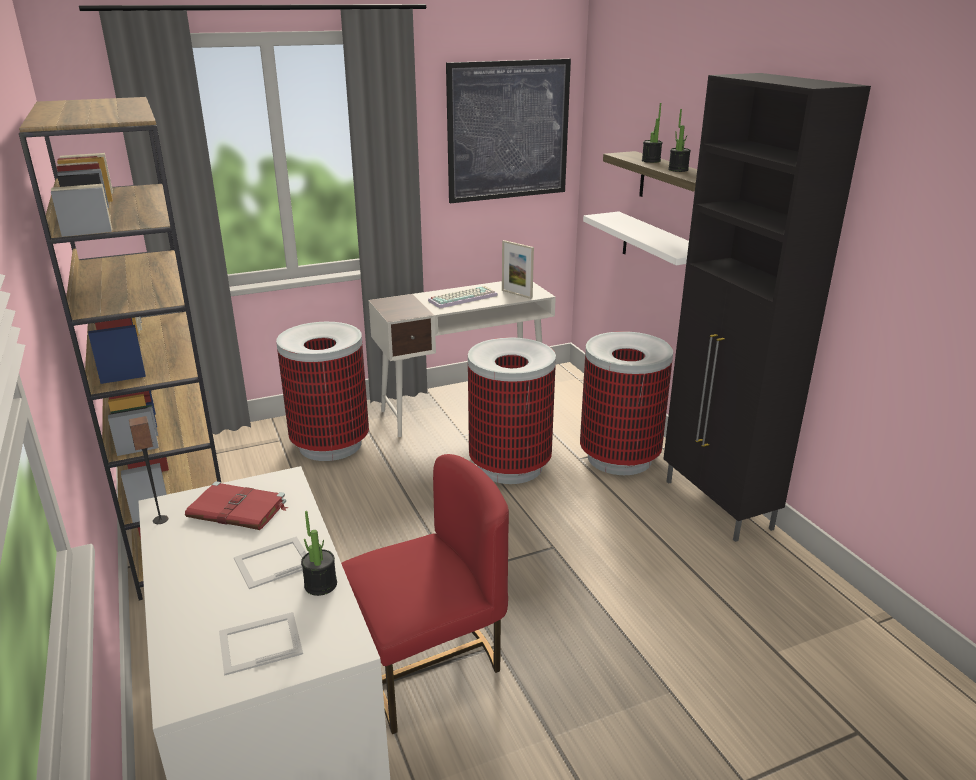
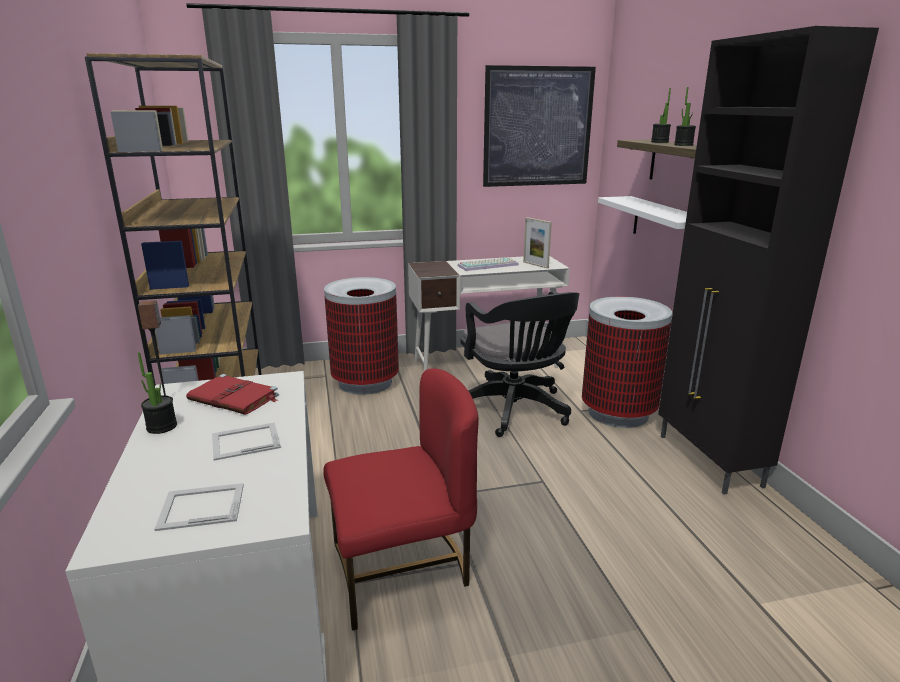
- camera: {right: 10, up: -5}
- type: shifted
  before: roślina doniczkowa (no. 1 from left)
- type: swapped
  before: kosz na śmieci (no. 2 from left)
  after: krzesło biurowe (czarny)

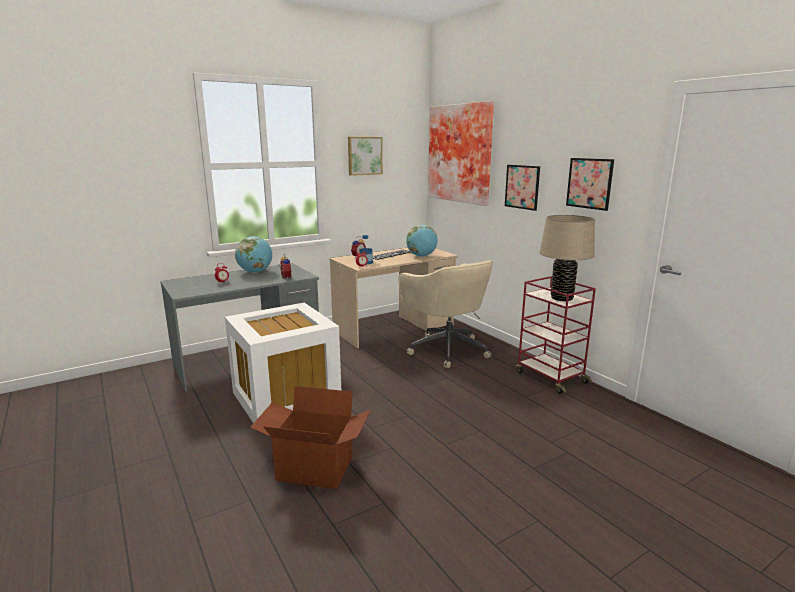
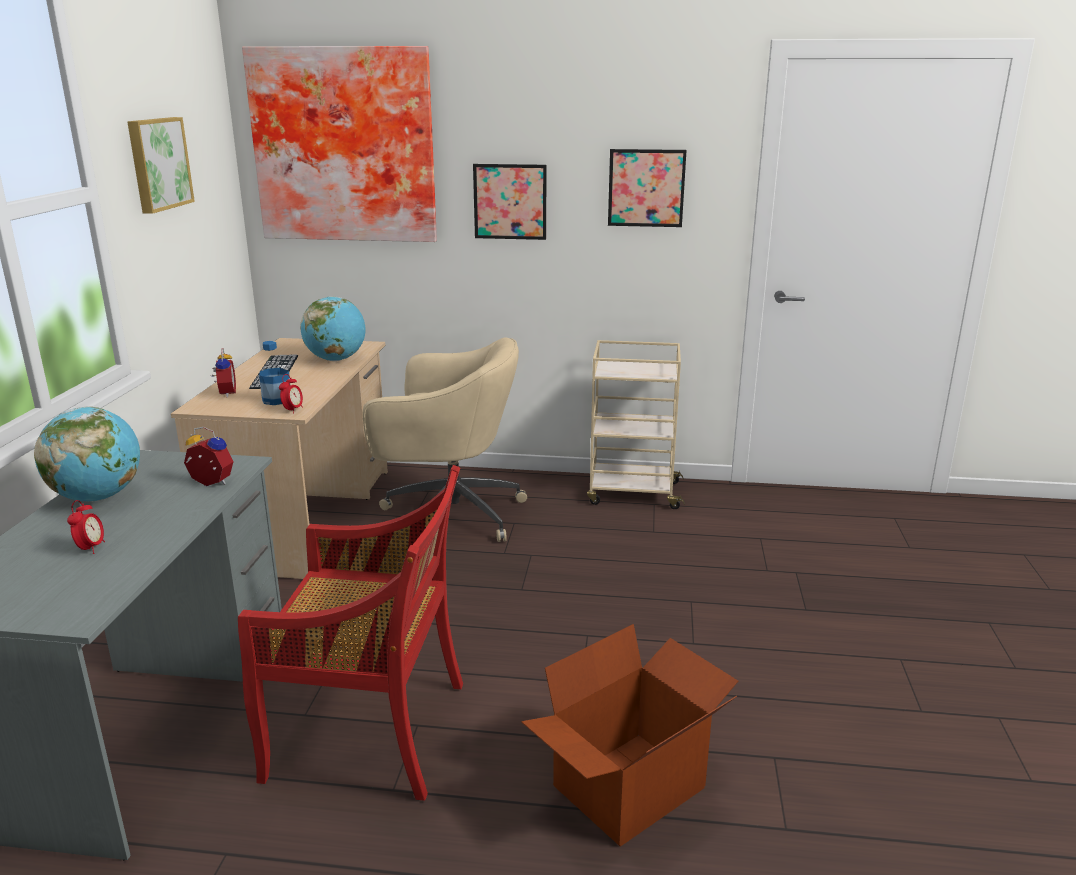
- camera: {right: -50, up: 5}
- type: swapped
  before: pojemnik do przechowywania (biały)
  after: krzesło (czerwony)
- type: repainted
  before: wózek (czerwony)
  after: wózek (beżowy)
- type: gone
  before: lampa stołowa (beżowy)

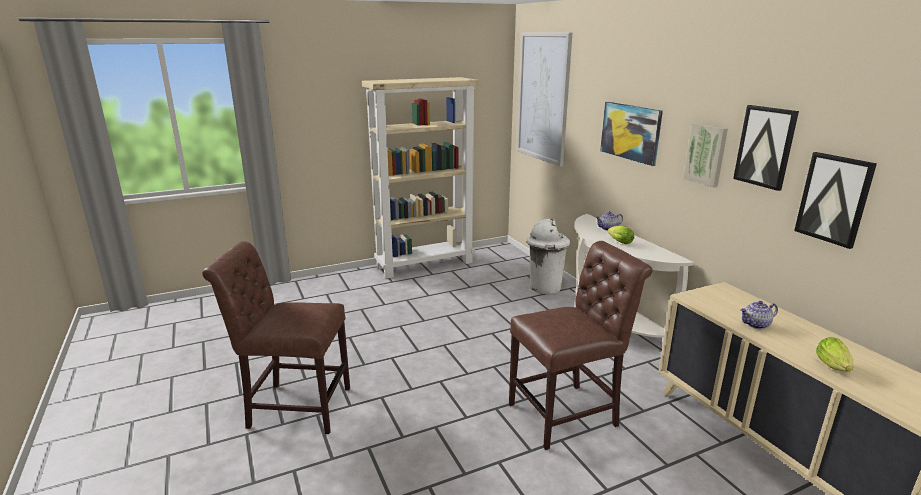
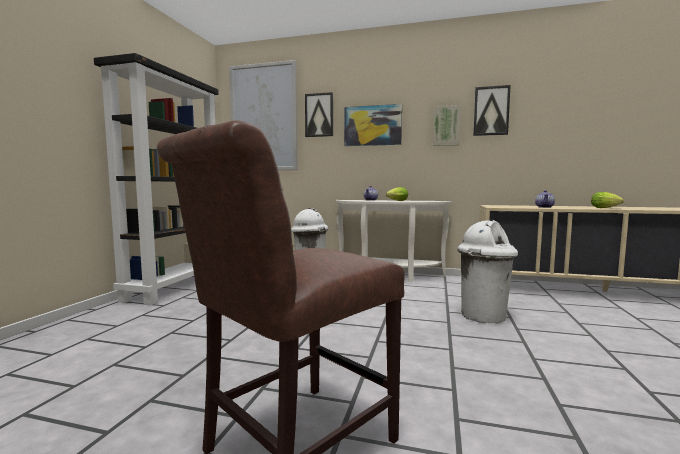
- camera: {right: -50, up: -15}
- type: repainted
  before: regał (beżowy)
  after: regał (czarny)
- type: shifted
  before: obraz (no. 5 from left in the first image)
  after: obraz (no. 2 from left)
- type: swapped
  before: krzesło (brązowy) (no. 2 from left)
  after: kosz na śmieci (biały) (no. 2 from left)

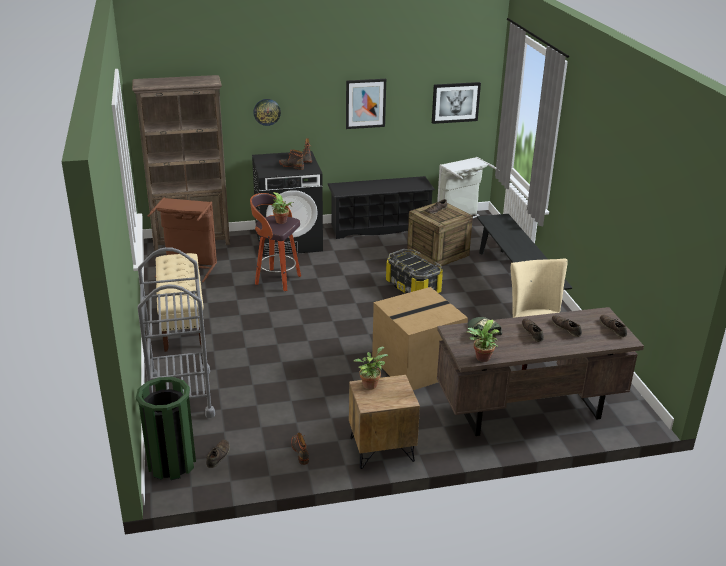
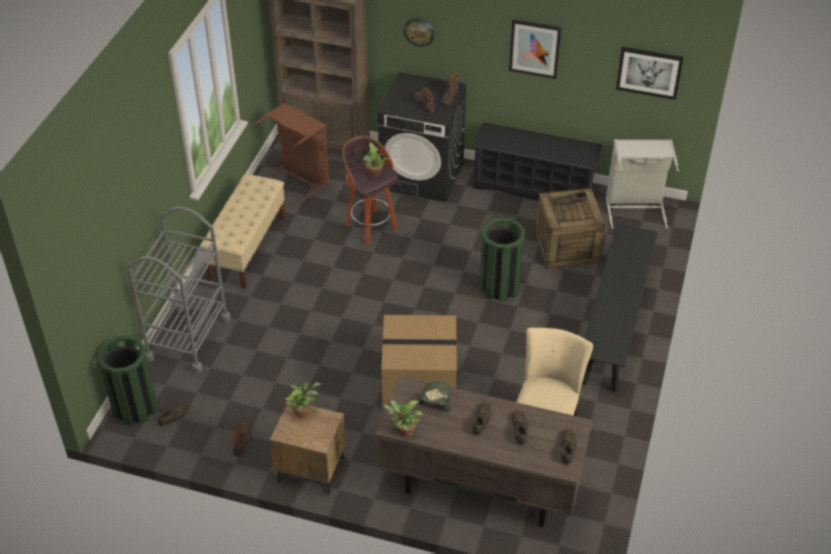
- camera: {right: 30, up: 15}
- type: swapped
  before: pojemnik do przechowywania
  after: kosz na śmieci (zielony) (no. 2 from left)

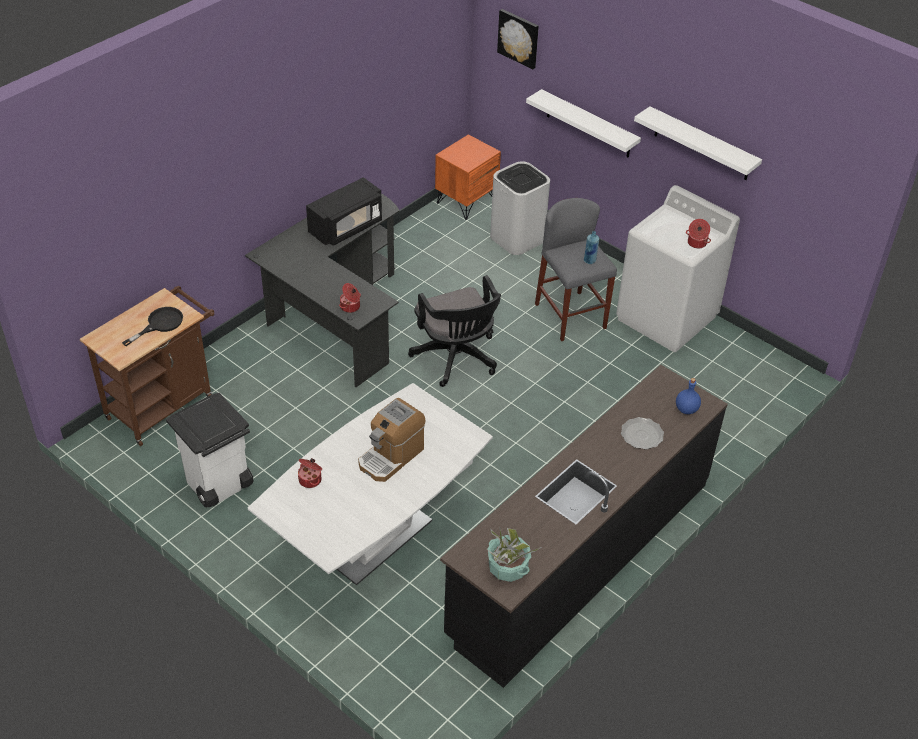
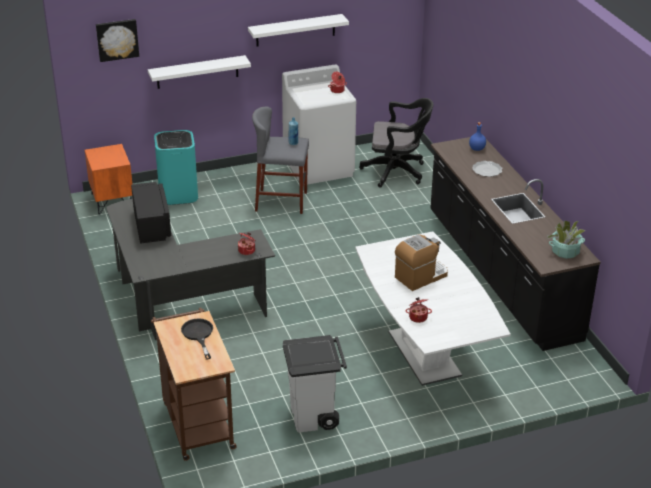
- camera: {right: -60, up: -10}
- type: repainted
  before: kosz na śmieci (biały) (no. 2 from left)
  after: kosz na śmieci (turkusowy)
- type: shifted
  before: krzesło biurowe (czarny)
- type: rotated
  before: ekspres do kawy
  turn: -105

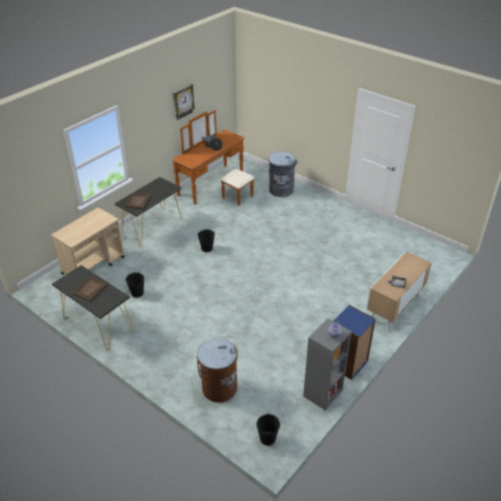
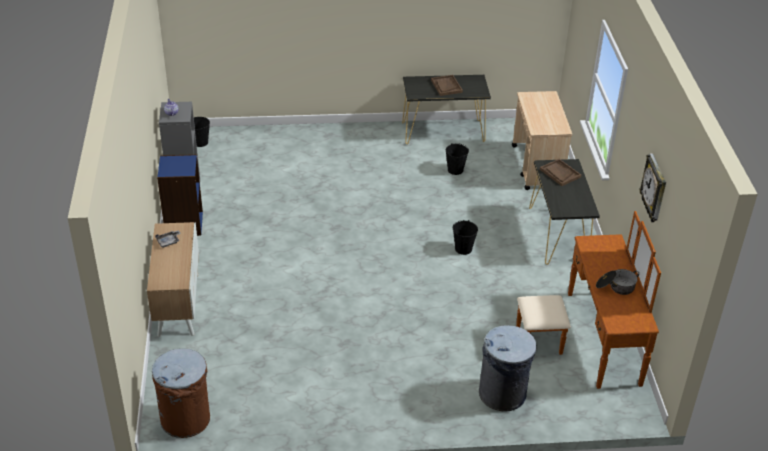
- camera: {right: 135, up: 0}
- type: shifted
  before: kosz na śmieci (brązowy)

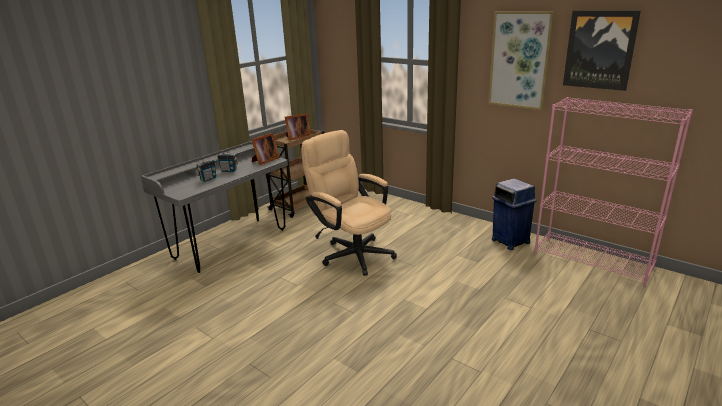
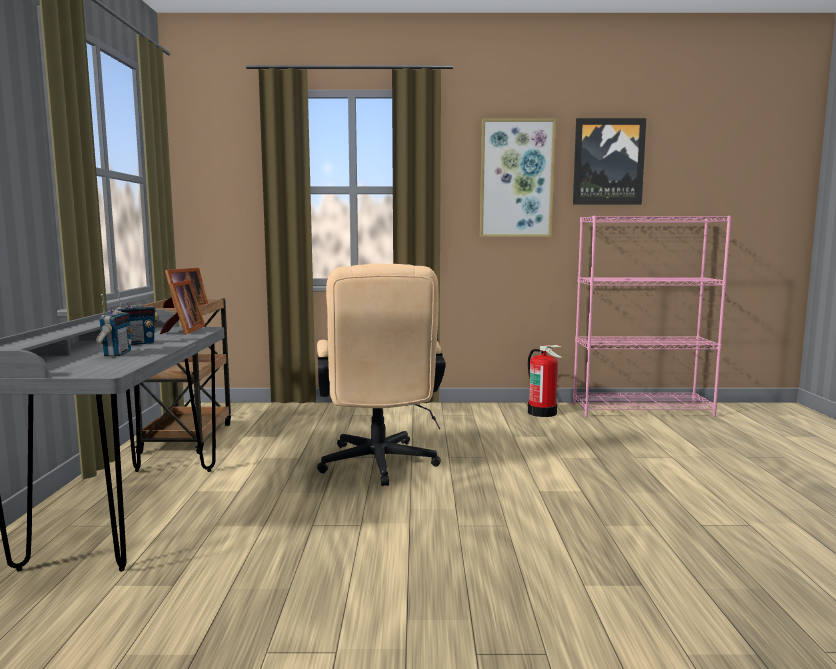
- camera: {right: -40, up: -15}
- type: rotated
  before: krzesło biurowe (beżowy)
  turn: -105
- type: swapped
  before: kosz na śmieci (niebieski)
  after: gaśnica

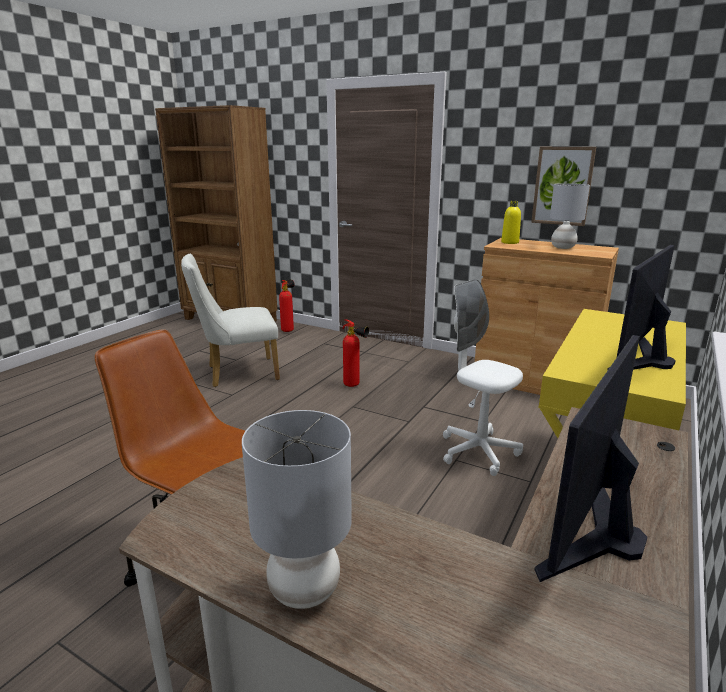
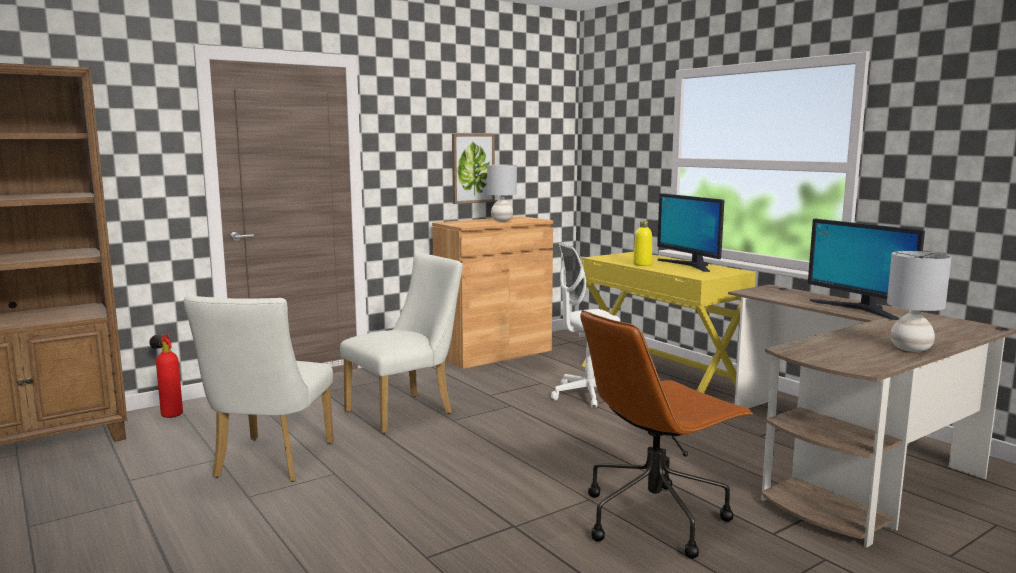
- camera: {right: -65, up: -10}
- type: swapped
  before: gaśnica (no. 2 from left)
  after: krzesło (biały) (no. 2 from left)
- type: shifted
  before: butelka (żółty)

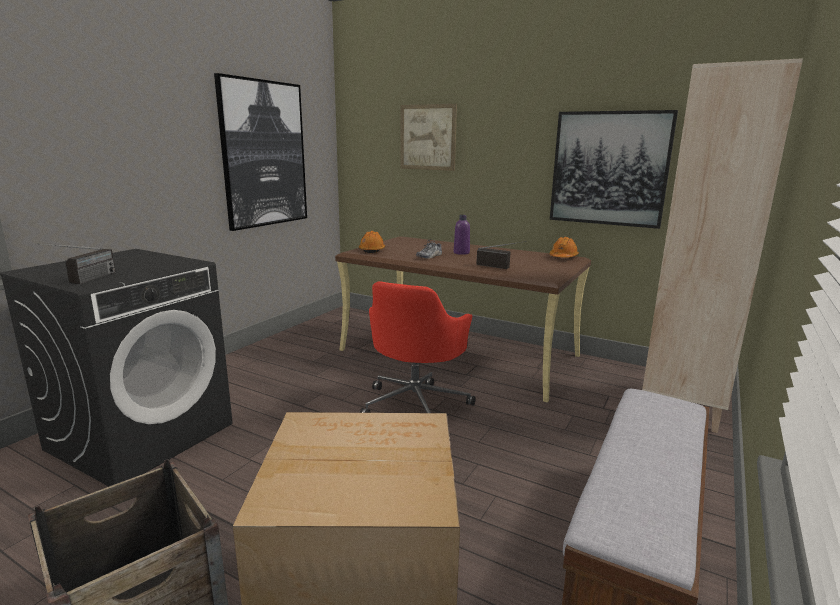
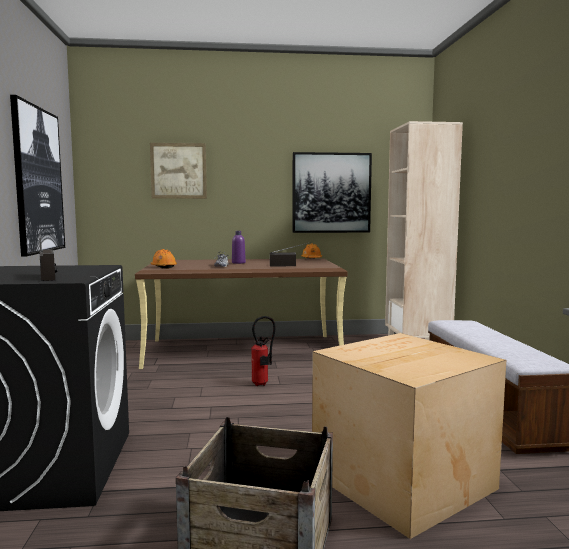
- camera: {right: -35, up: -10}
- type: swapped
  before: krzesło biurowe (czerwony)
  after: gaśnica

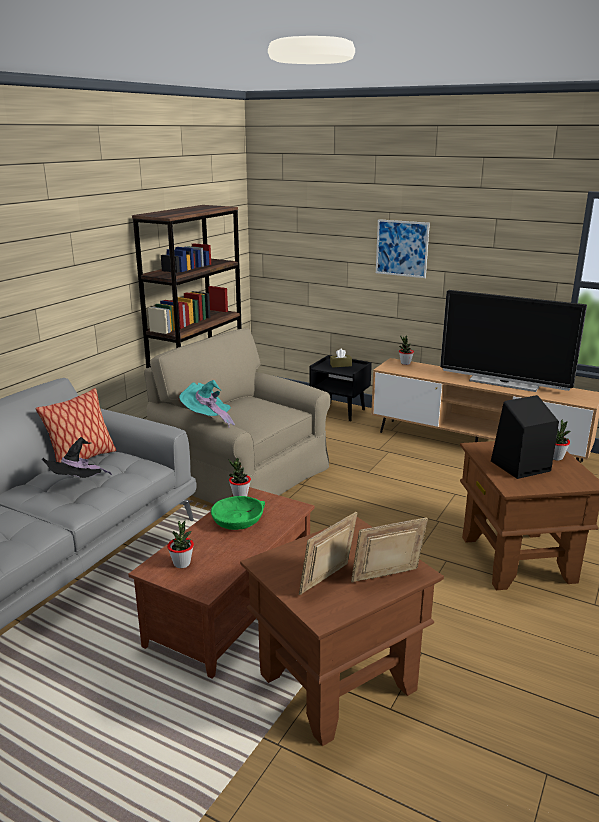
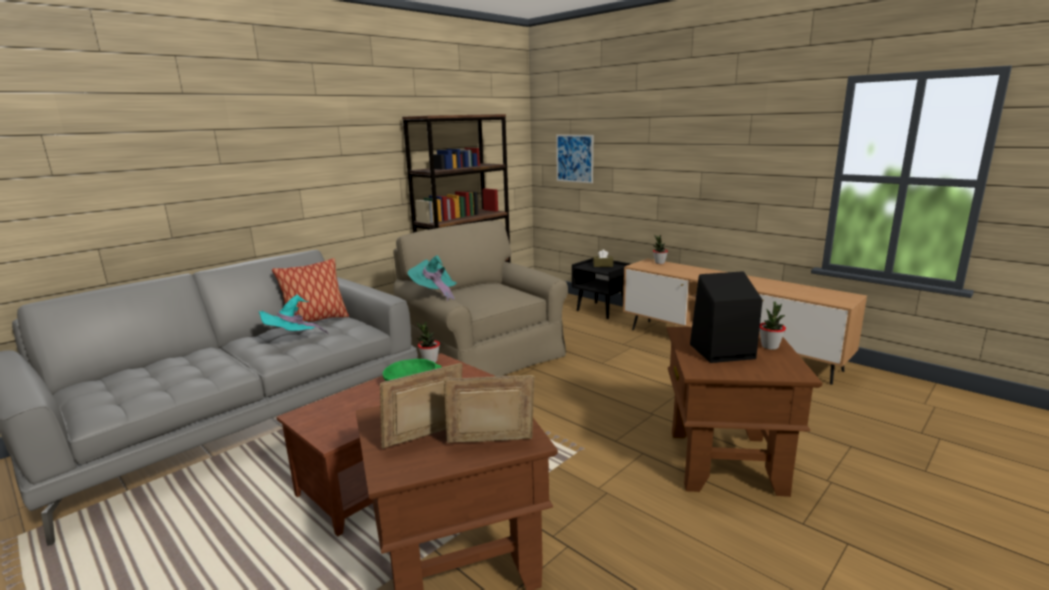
- camera: {right: 15, up: -5}
- type: repainted
  before: kapelusz (czarny)
  after: kapelusz (turkusowy) (no. 1 from left)
- type: shifted
  before: obraz
- type: gone
  before: roślina doniczkowa (no. 1 from left)
- type: gone
  before: telewizor

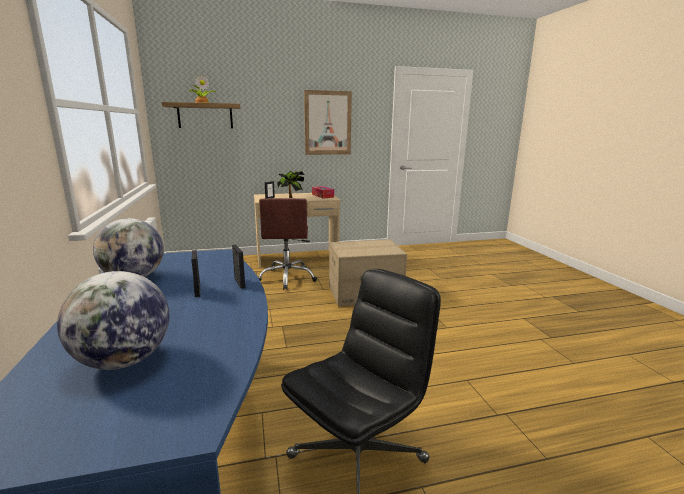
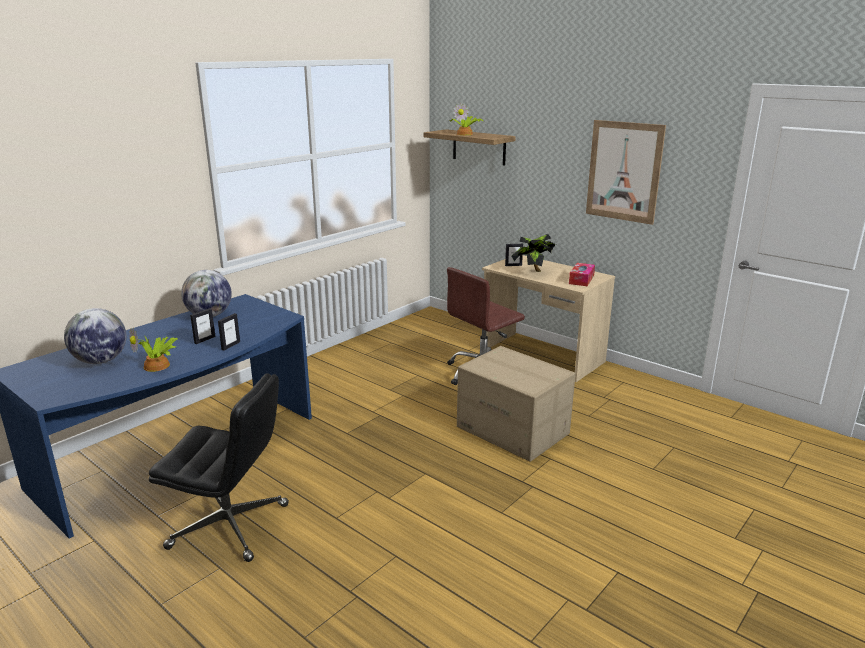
- camera: {right: 55, up: 5}
- type: new
  after: roślina doniczkowa (no. 1 from left)

